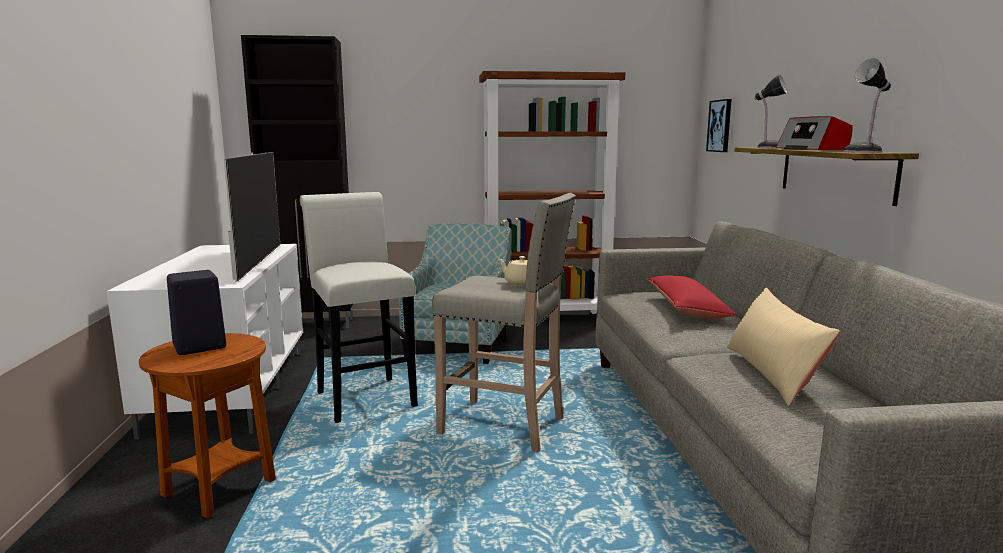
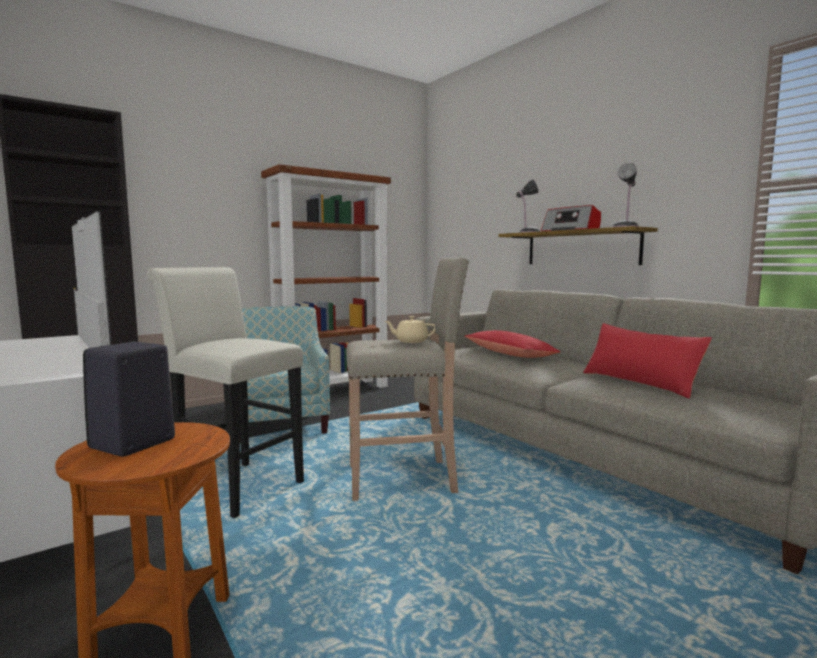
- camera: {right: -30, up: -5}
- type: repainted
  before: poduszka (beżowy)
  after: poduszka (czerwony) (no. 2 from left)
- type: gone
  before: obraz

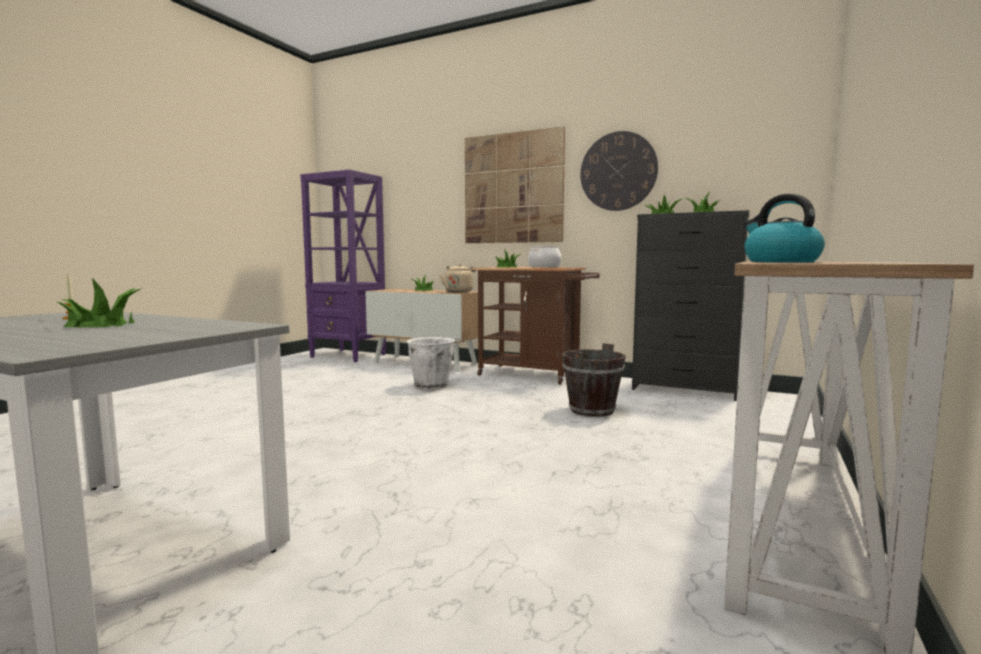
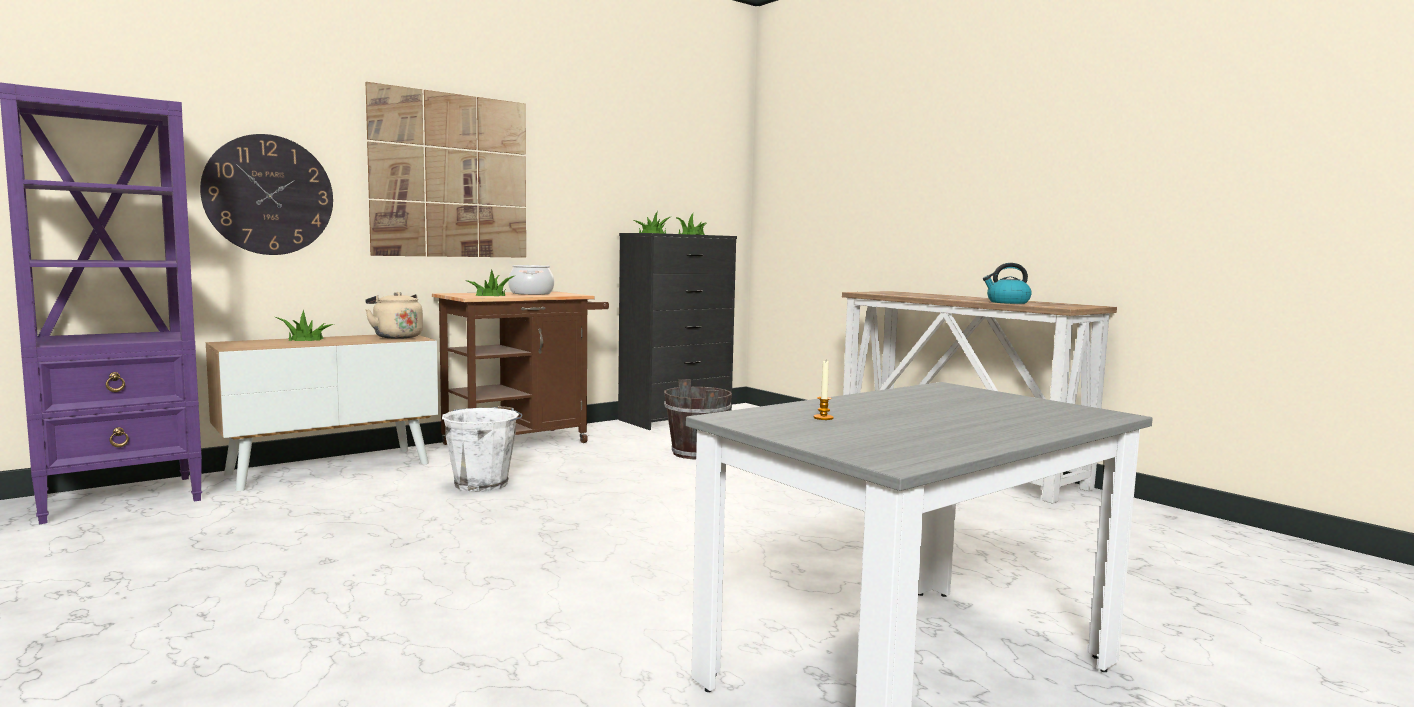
- camera: {right: -65, up: 0}
- type: shifted
  before: zegar ścienny
- type: gone
  before: roślina doniczkowa (no. 1 from left)

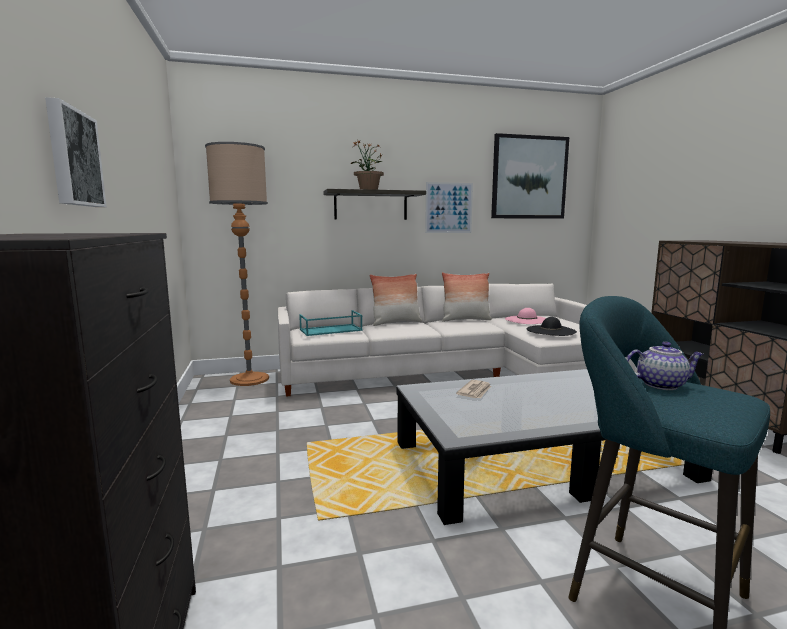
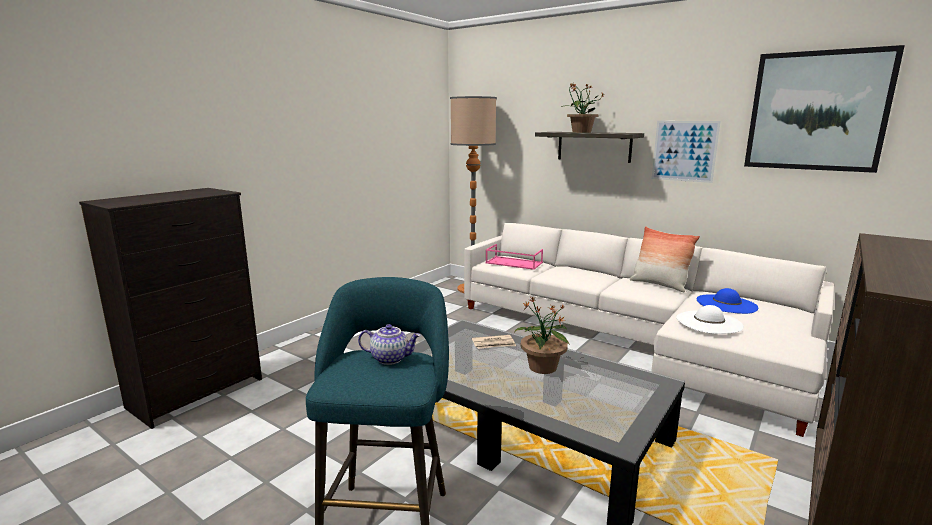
- camera: {right: 50, up: 5}
- type: rotated
  before: imbryk
  turn: -45
- type: repainted
  before: taca (turkusowy)
  after: taca (różowy)
- type: new
  after: roślina doniczkowa (no. 1 from left)
- type: repainted
  before: kapelusz (czarny)
  after: kapelusz (biały)
- type: repainted
  before: kapelusz (różowy)
  after: kapelusz (niebieski)
- type: gone
  before: obraz (no. 1 from left)
- type: gone
  before: poduszka (no. 1 from left)

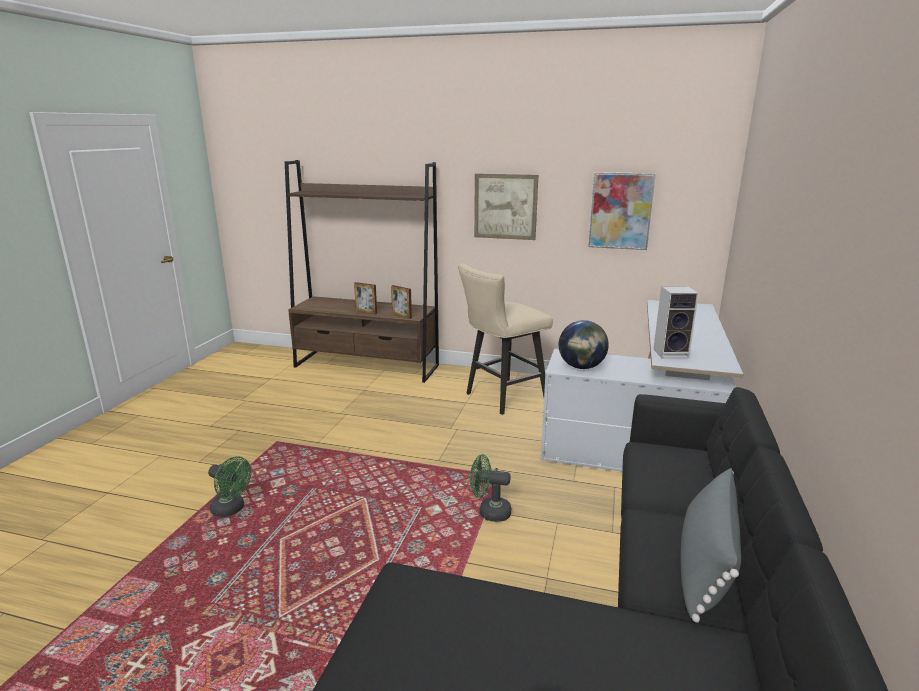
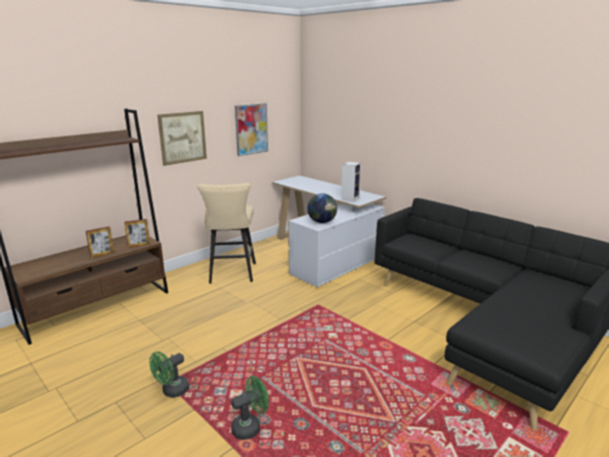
- camera: {right: -60, up: 0}
- type: shifted
  before: wentylator (zielony) (no. 2 from left in the first image)
  after: wentylator (zielony) (no. 1 from left)
- type: gone
  before: poduszka (szary)

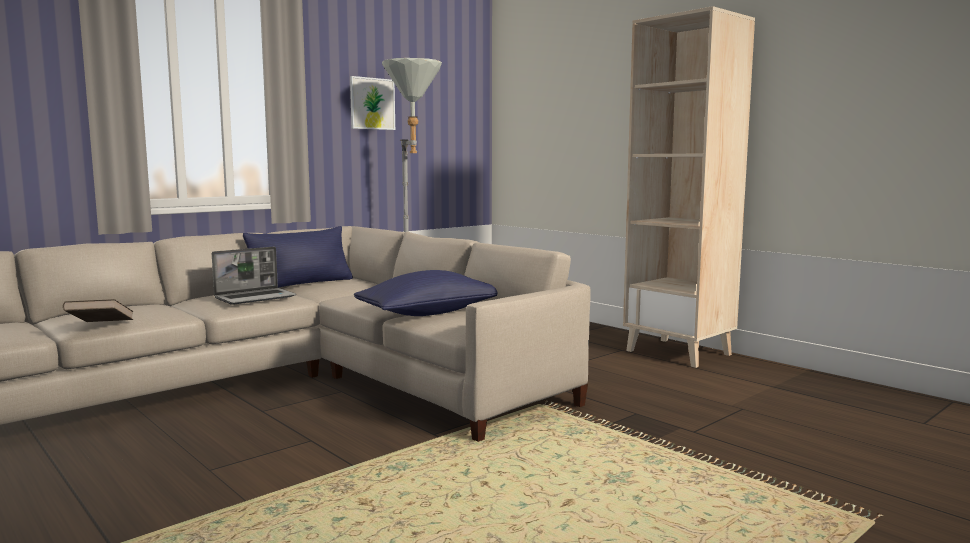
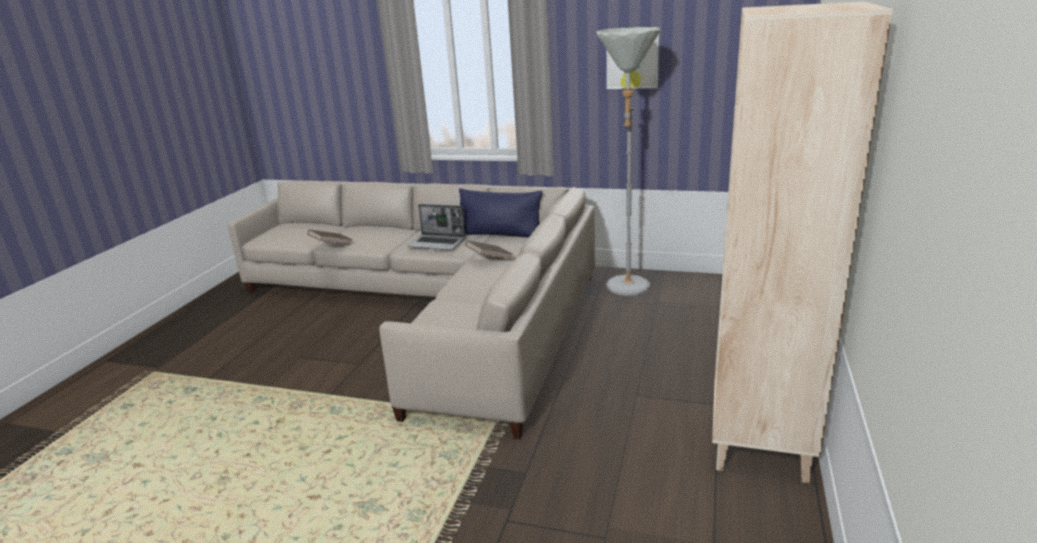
- camera: {right: 60, up: 15}
- type: new
  after: książka (brązowy) (no. 2 from left)
- type: gone
  before: poduszka (niebieski) (no. 2 from left)

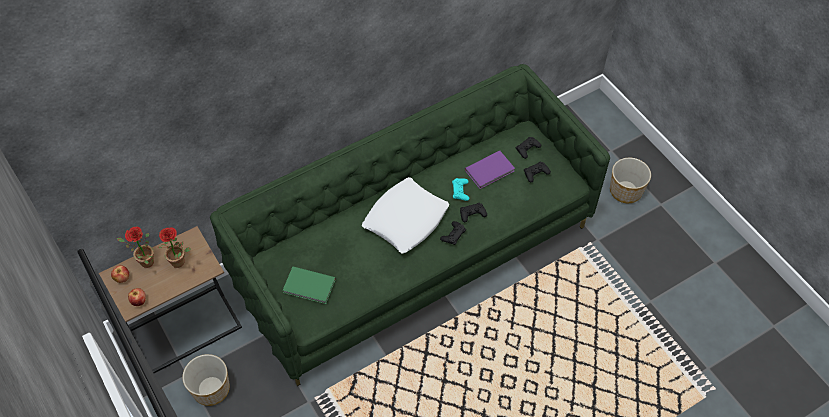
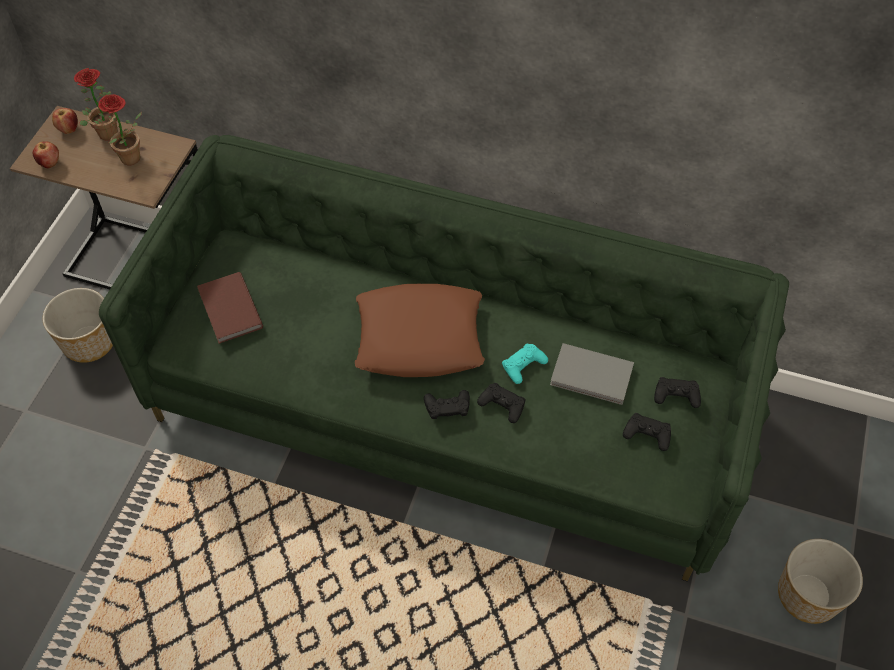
- camera: {right: 50, up: 0}
- type: repainted
  before: książka (zielony)
  after: książka (brązowy)
- type: repainted
  before: poduszka (biały)
  after: poduszka (brązowy)
- type: repainted
  before: książka (fioletowy)
  after: książka (szary)

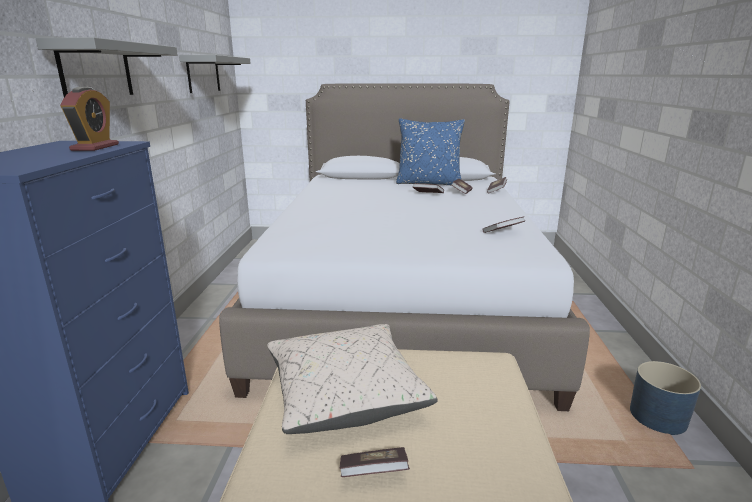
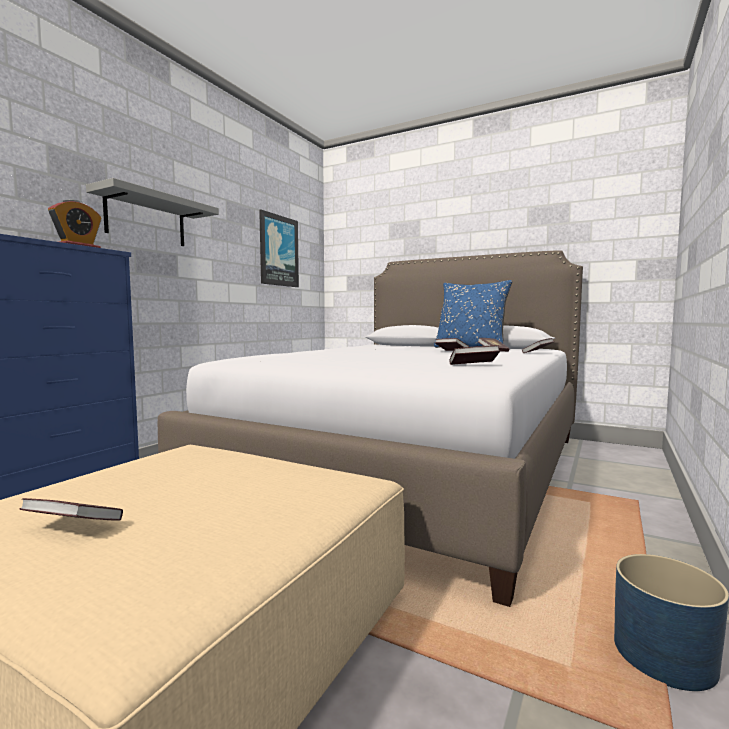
- camera: {right: 25, up: -15}
- type: swapped
  before: półka (szary) (no. 2 from left)
  after: obraz
- type: gone
  before: poduszka (beżowy)

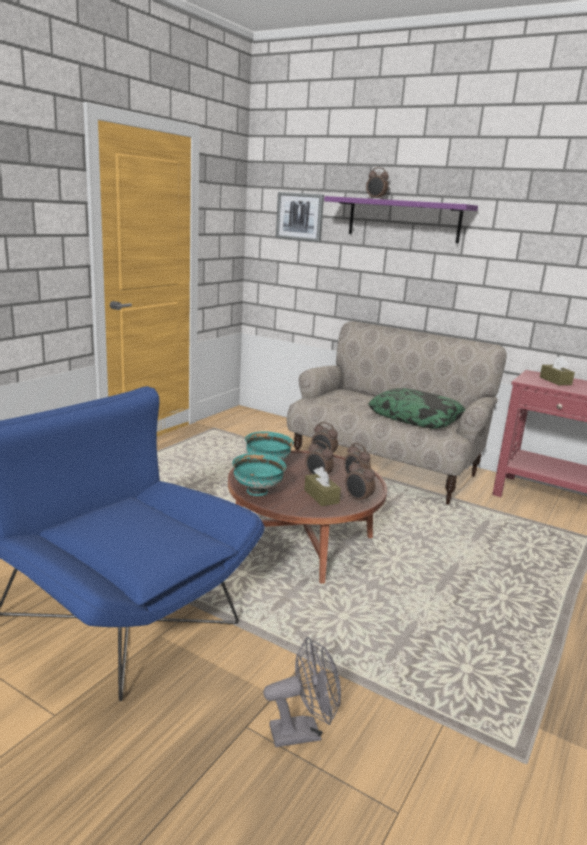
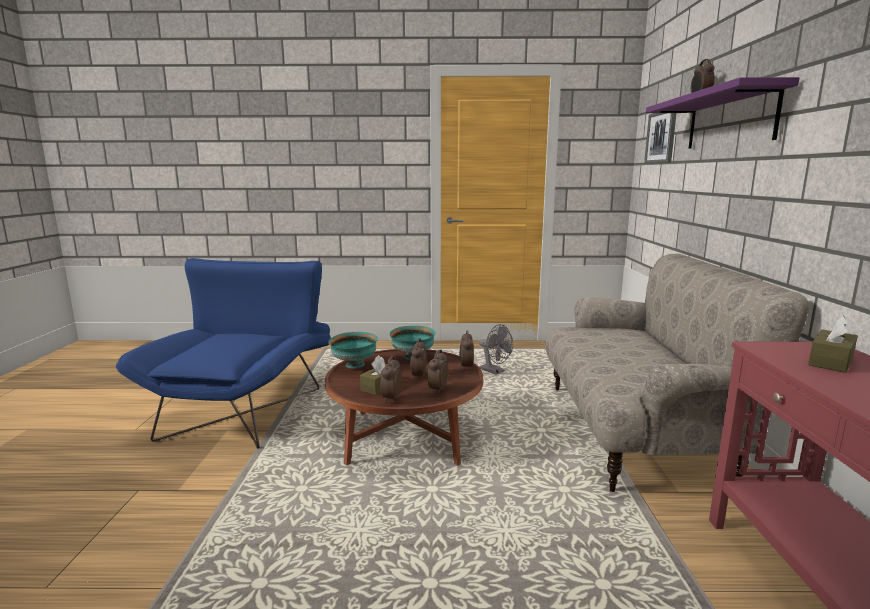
- camera: {right: 60, up: -5}
- type: shifted
  before: wentylator (szary)
- type: gone
  before: poduszka

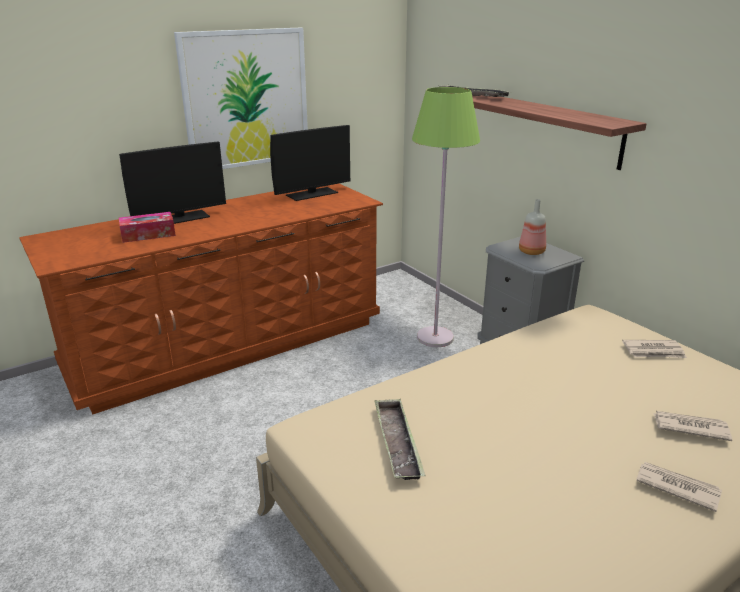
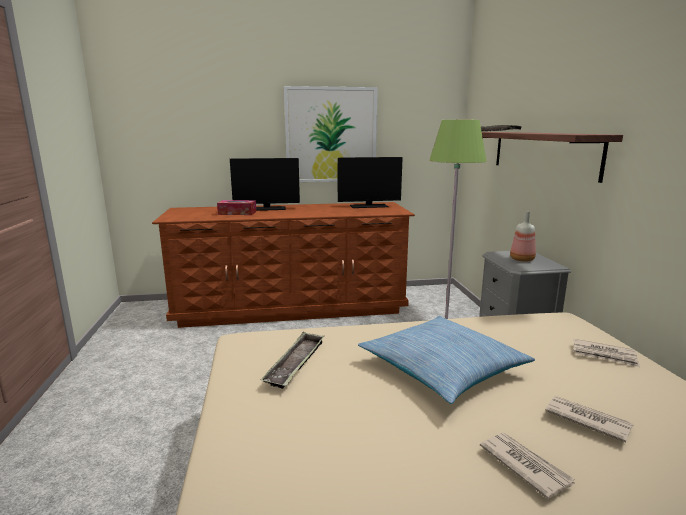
- camera: {right: 25, up: -10}
- type: new
  after: poduszka

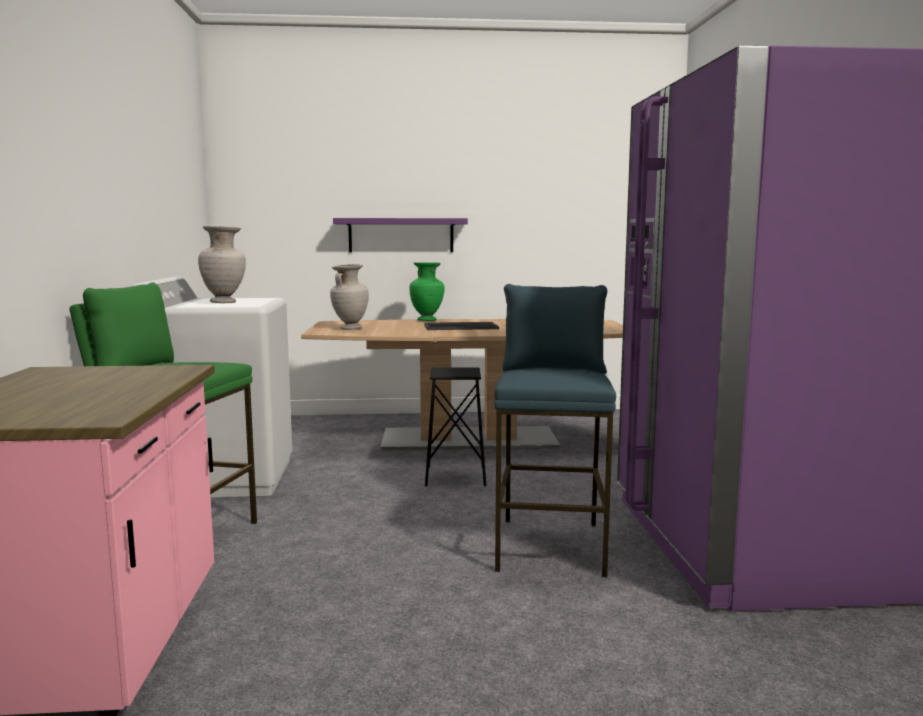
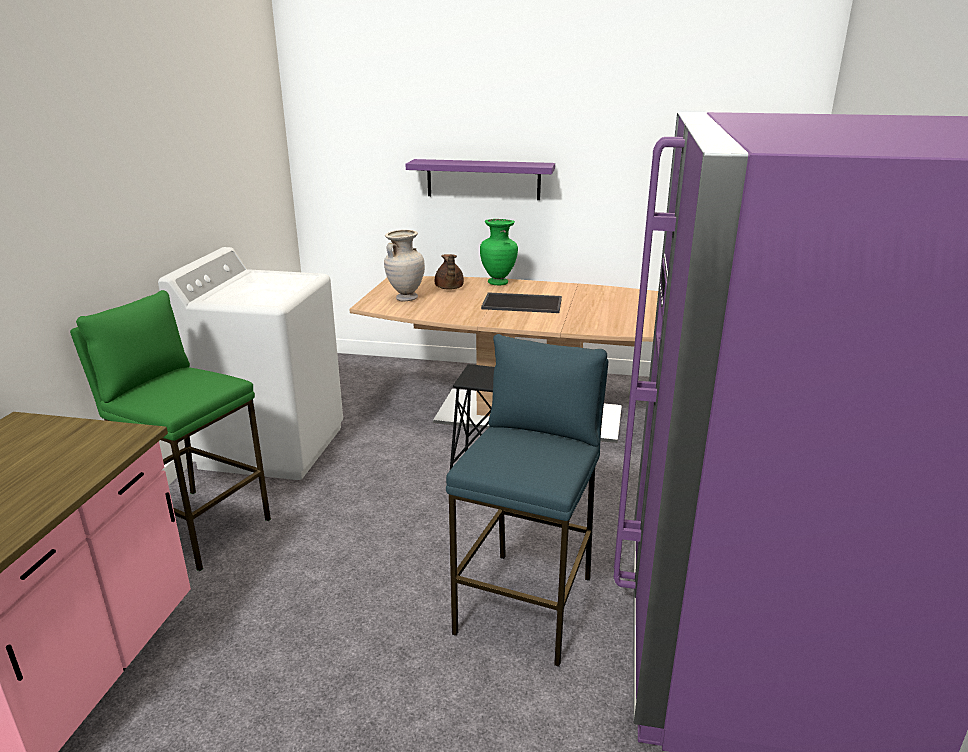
- camera: {right: 15, up: 15}
- type: new
  after: imbryk (brązowy)
- type: gone
  before: wazon (beżowy) (no. 1 from left)

